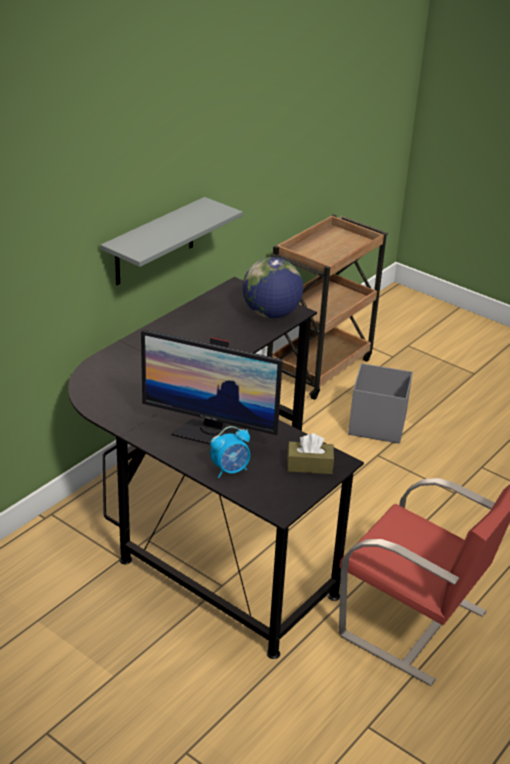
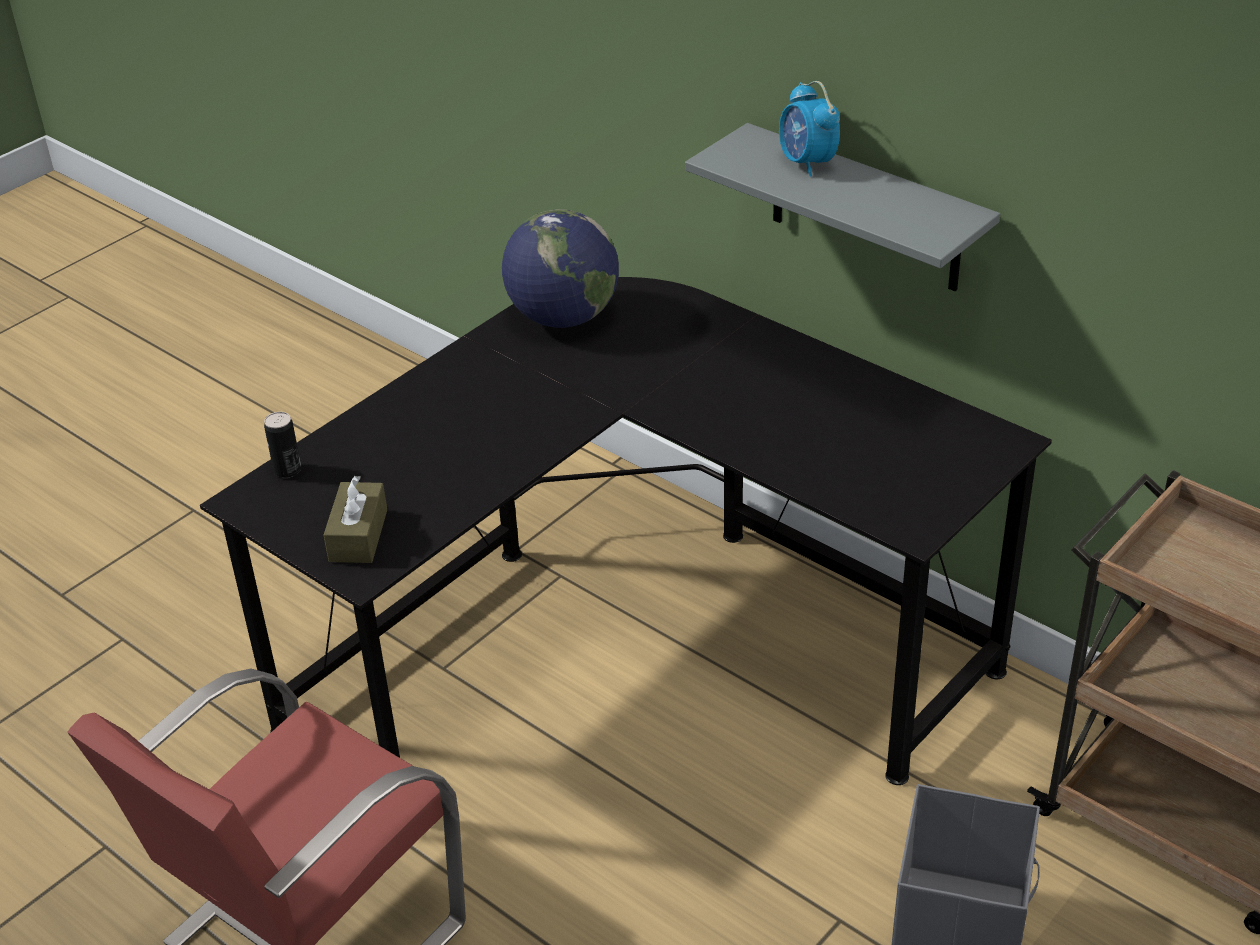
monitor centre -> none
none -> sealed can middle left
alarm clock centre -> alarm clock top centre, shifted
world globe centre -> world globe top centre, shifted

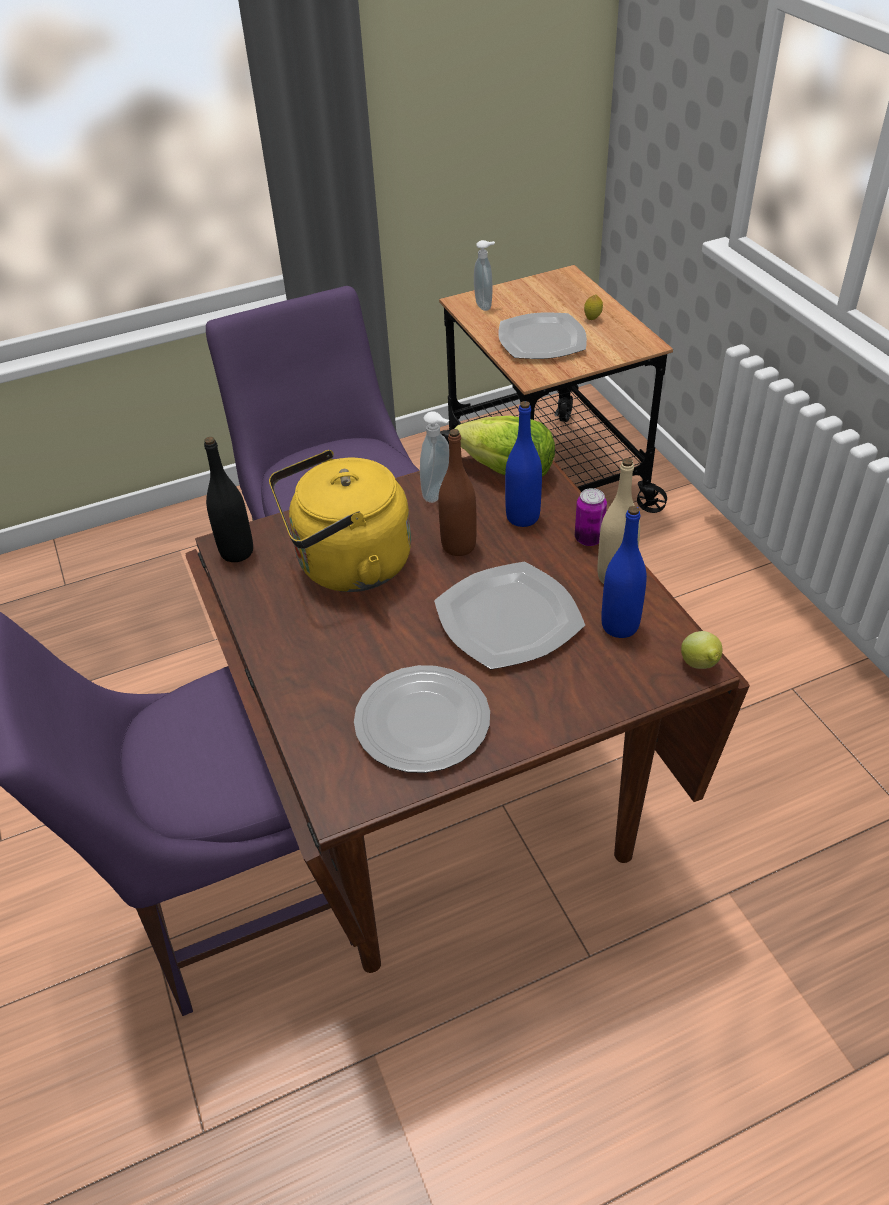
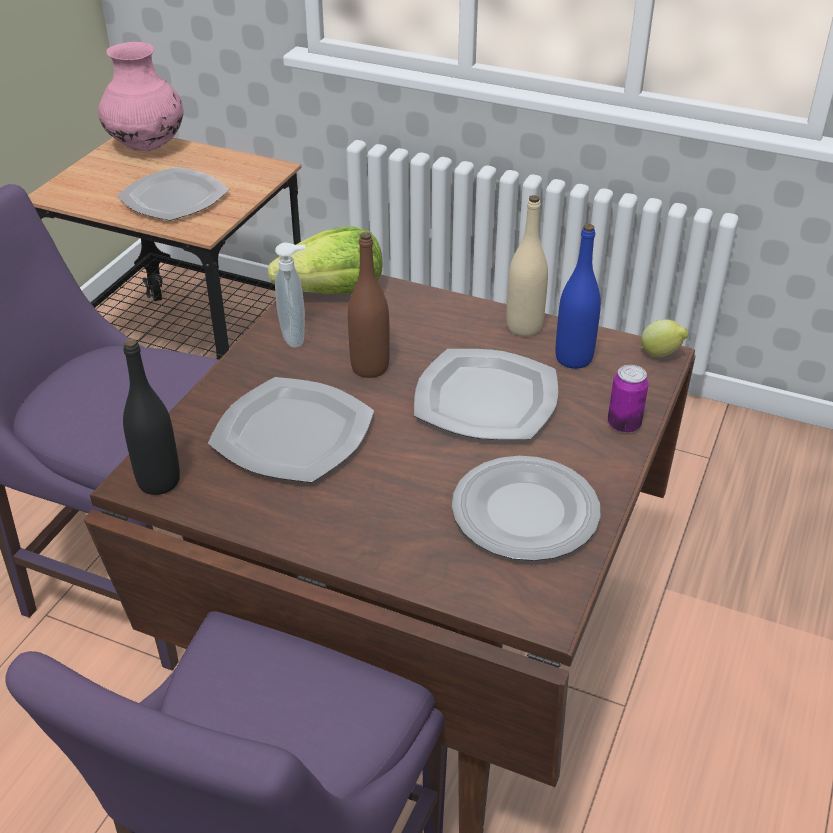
liquid soap bottle (no. 2 from left) top centre -> none
bluish drink bottle (no. 1 from left) centre -> none
lemon (no. 1 from left) top right -> none
none -> pinkish flower vase top left
sealed can centre -> sealed can middle right, shifted
yellow water kettle centre -> plate (no. 2 from left) centre

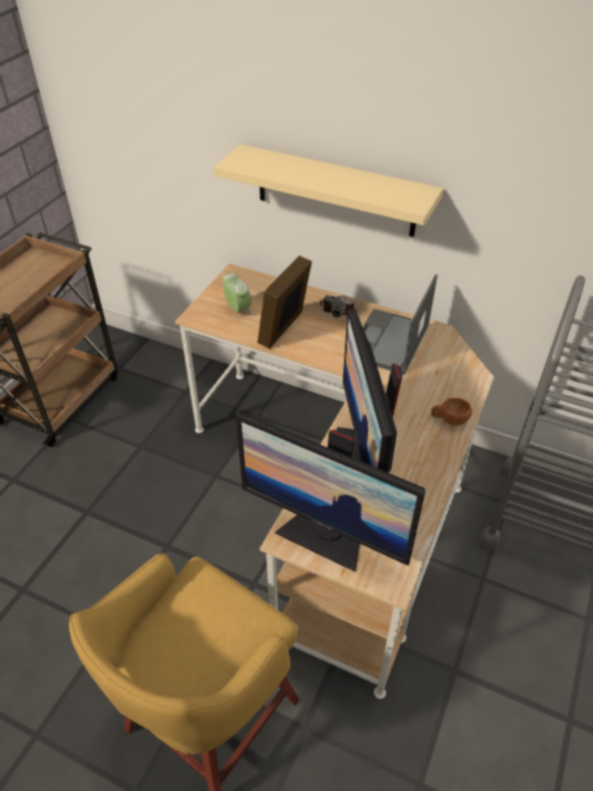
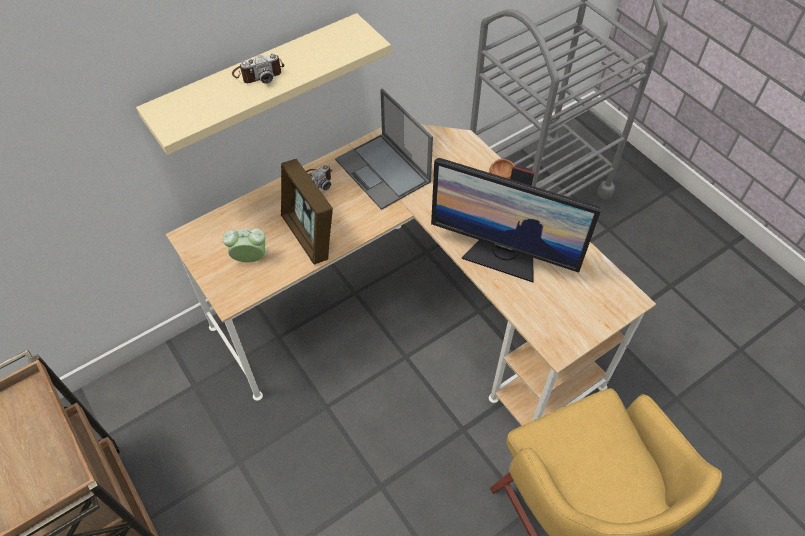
monitor (no. 1 from left) centre -> none
none -> photo camera (no. 1 from left) top left

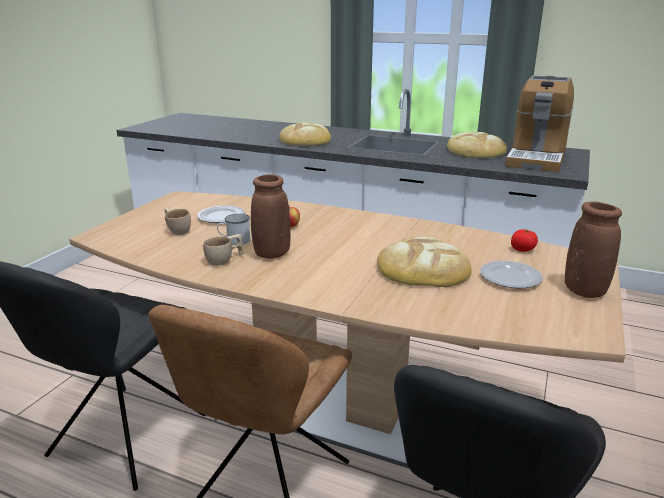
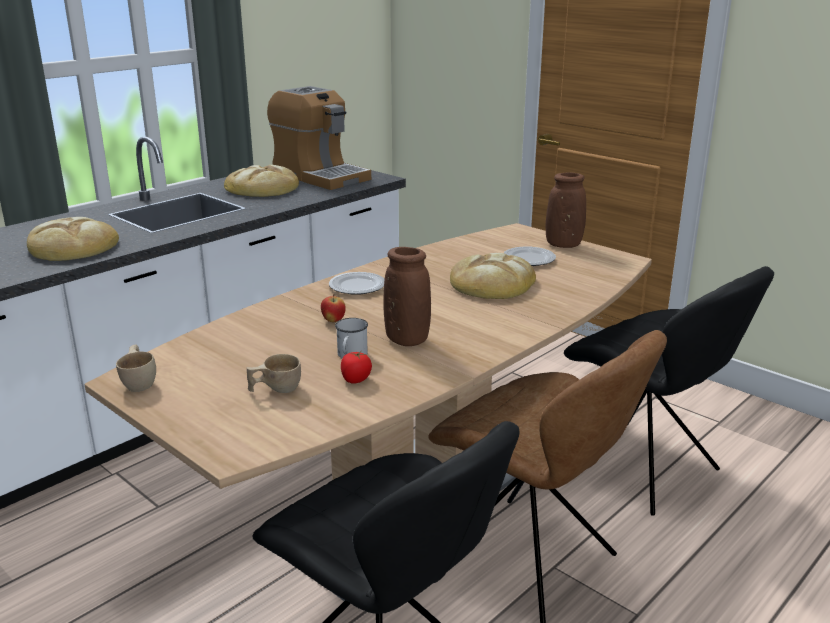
plate (no. 1 from left) middle left -> plate (no. 1 from left) centre, shifted
beige small cup (no. 2 from left in the first image) centre -> beige small cup (no. 1 from left) middle left, shifted
fresh tomato middle right -> fresh tomato centre, shifted

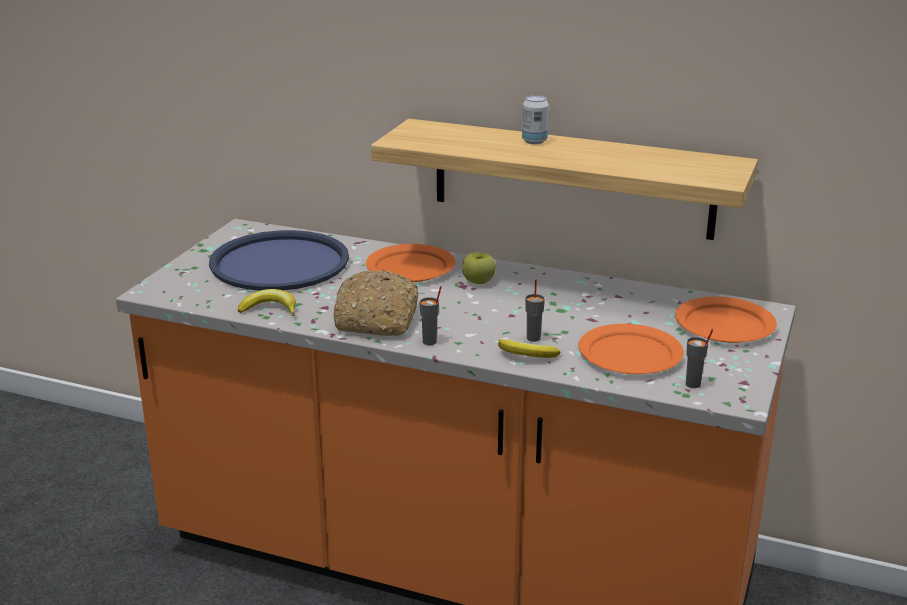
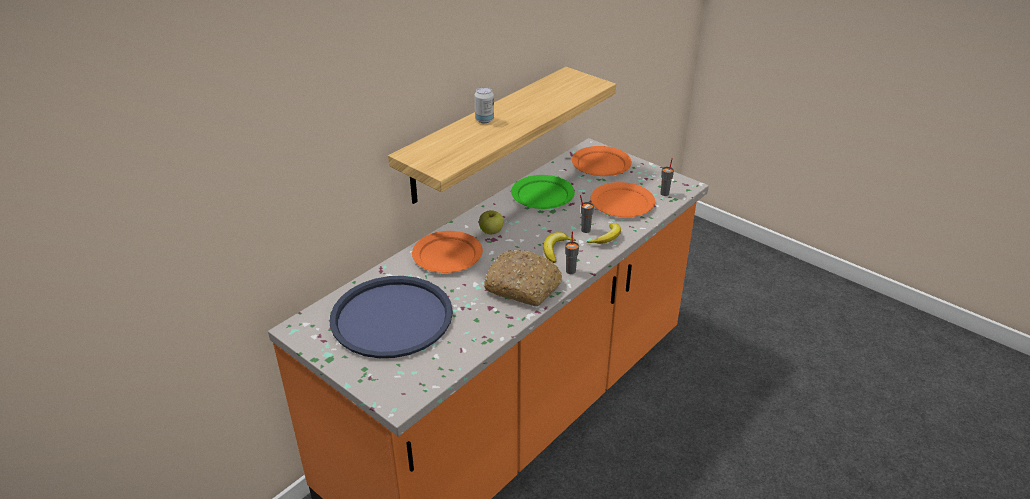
none -> green plate centre
banana fruit (no. 1 from left) middle left -> banana fruit (no. 1 from left) centre, shifted

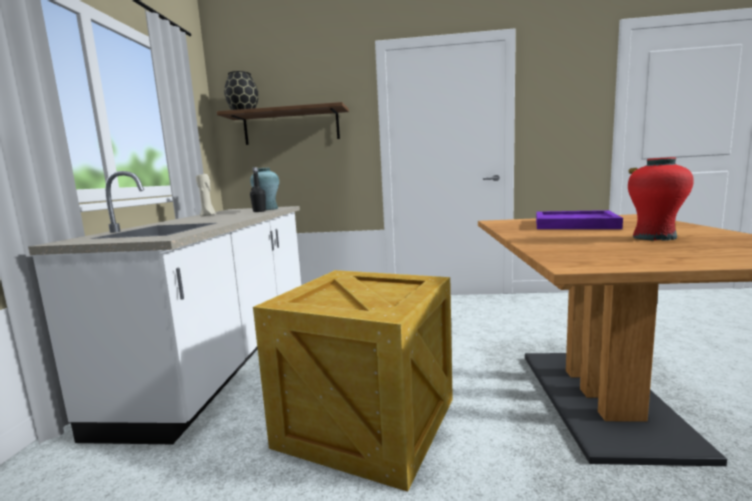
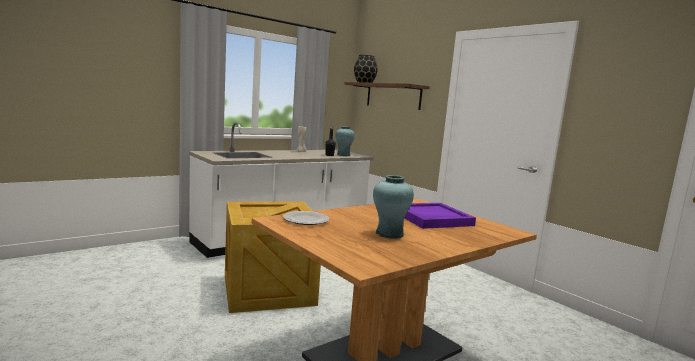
none -> plate centre
red flower vase middle right -> turquoise flower vase (no. 2 from left) centre

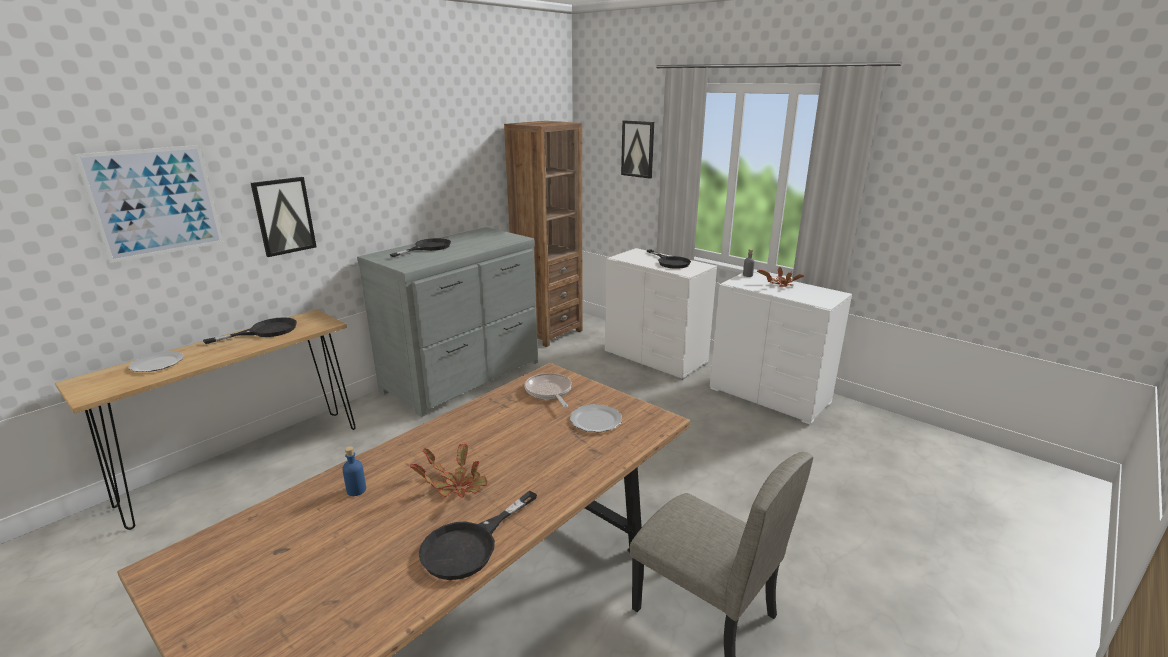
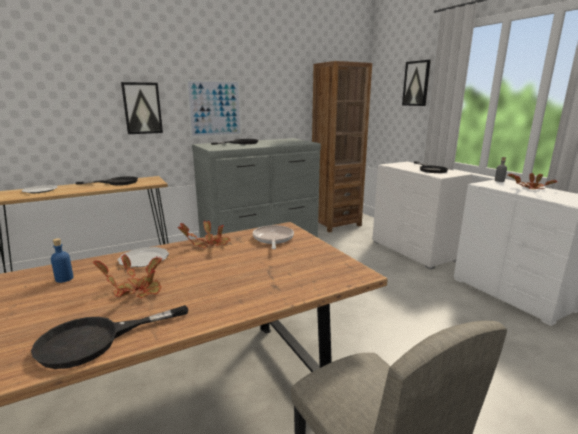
none -> plant in a pot (no. 2 from left) centre
wall picture (no. 1 from left in the first image) top left -> wall picture (no. 2 from left) top centre, shifted
plate (no. 2 from left) centre -> plate (no. 2 from left) middle left, shifted

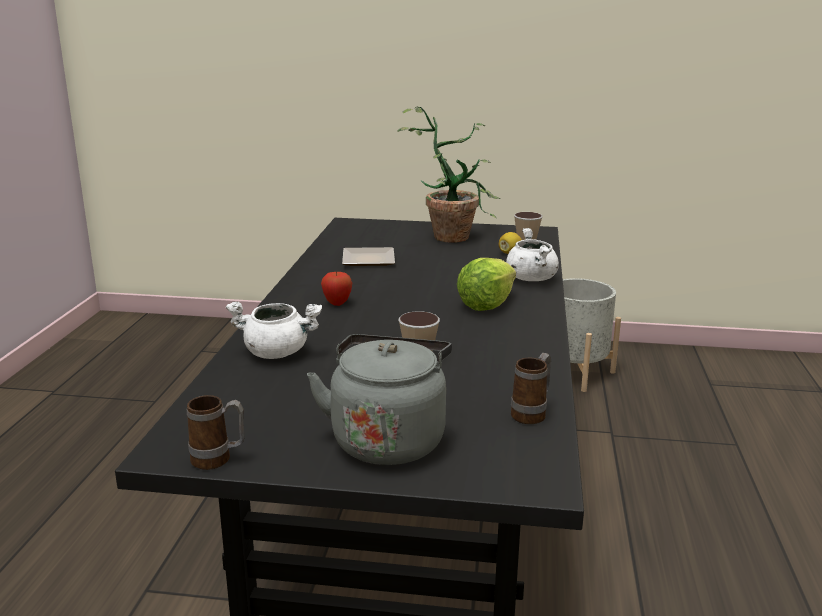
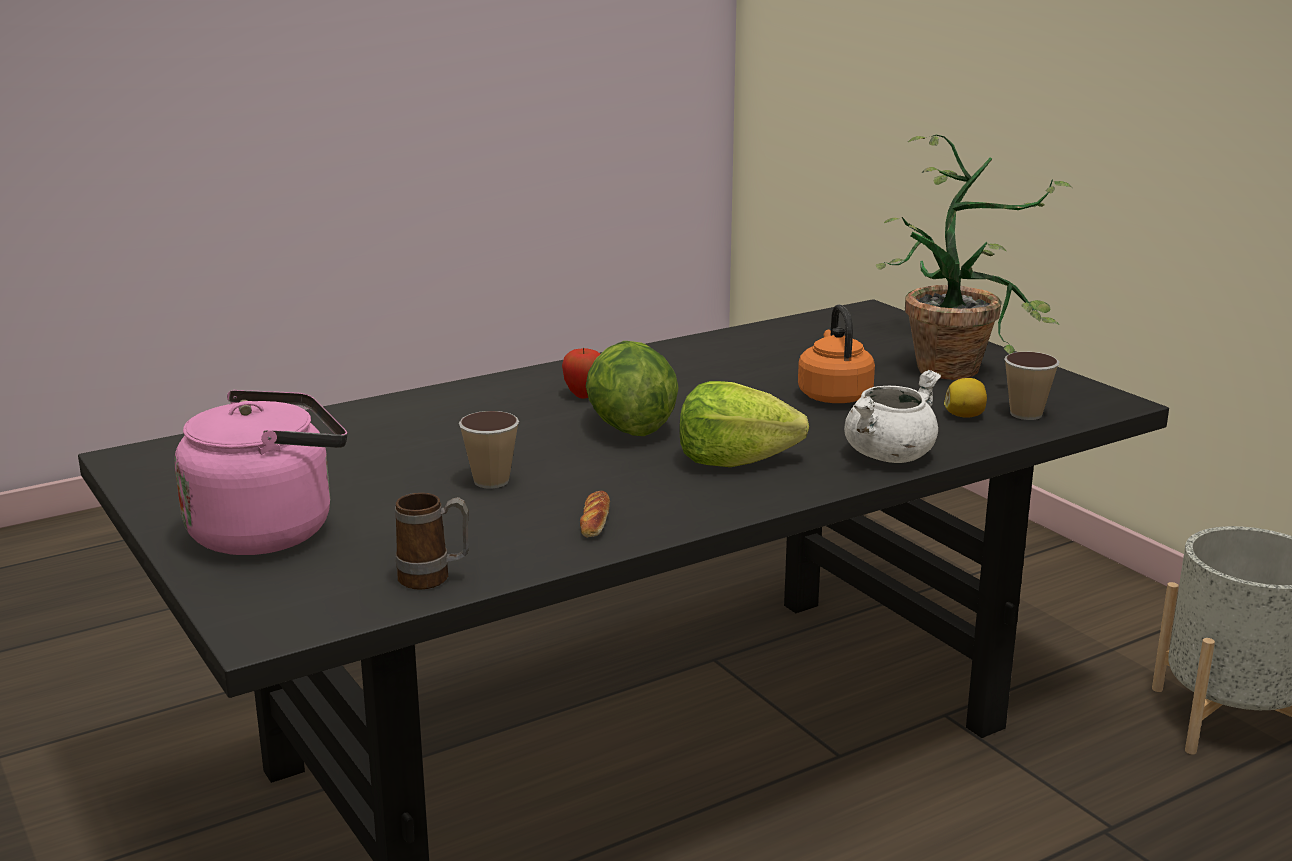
coffee mug (no. 1 from left) bottom left -> none
white stockpot (no. 1 from left) centre -> none
plate centre -> none
none -> bread centre
none -> lettuce (no. 1 from left) centre
none -> orangey water kettle centre
grey water kettle centre -> pinkish water kettle middle left

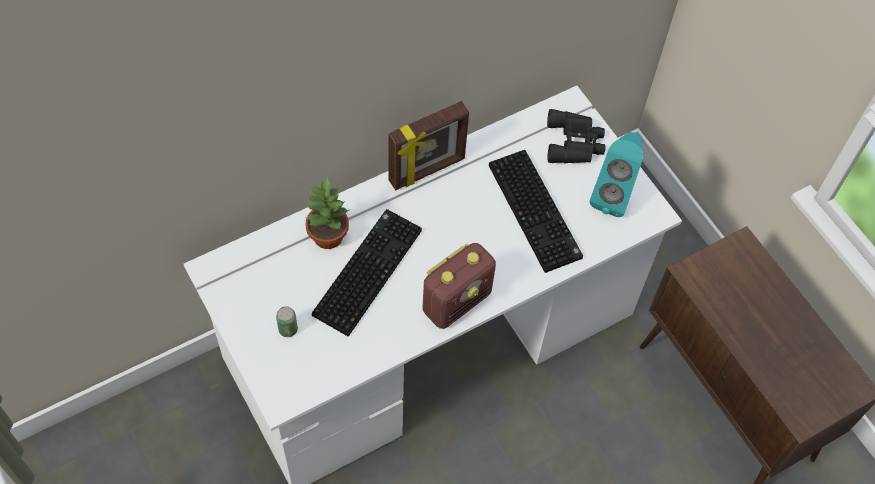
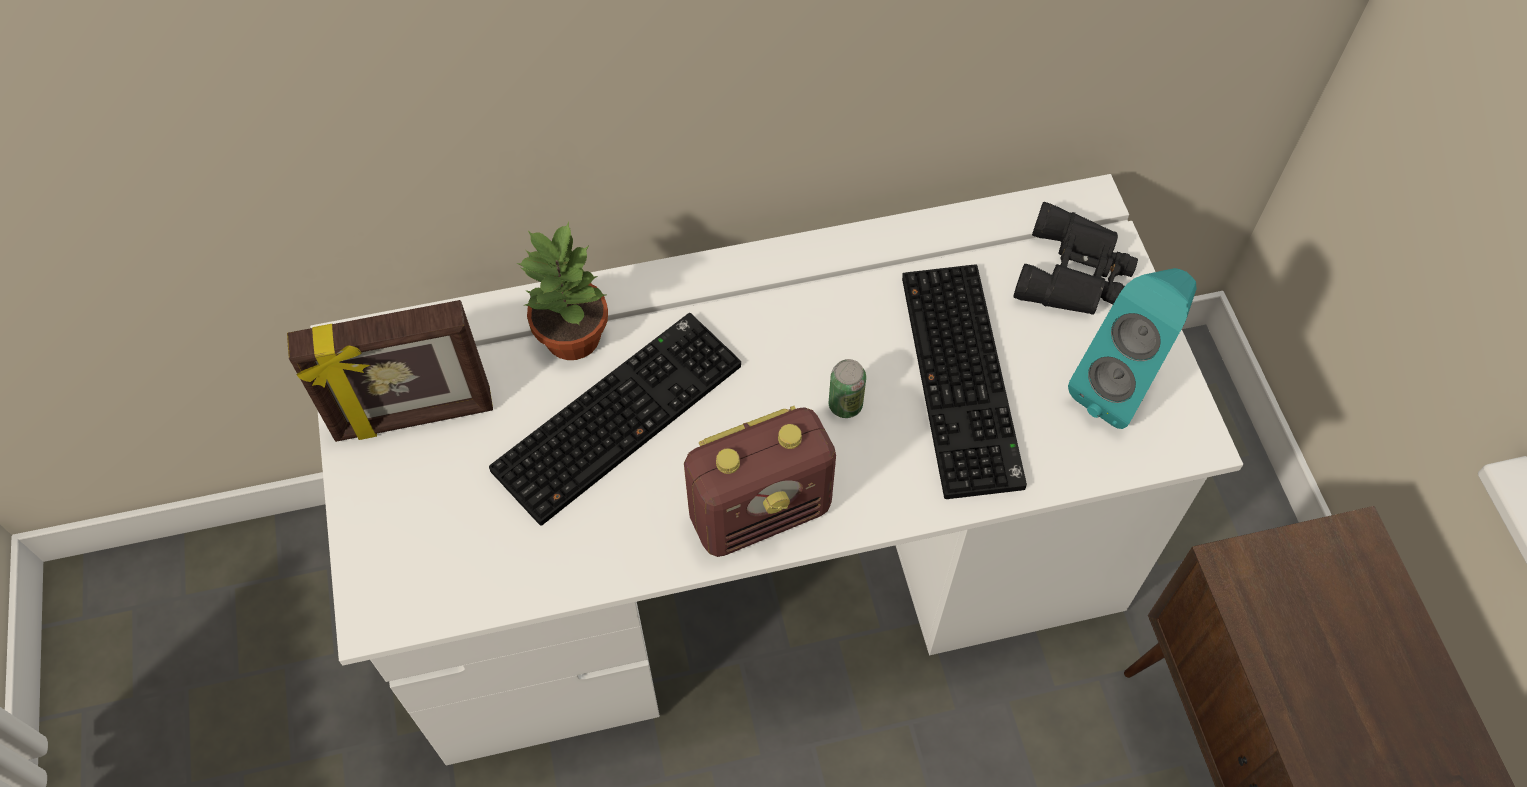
sealed can middle left -> sealed can centre, shifted
picture frame top centre -> picture frame middle left, shifted

